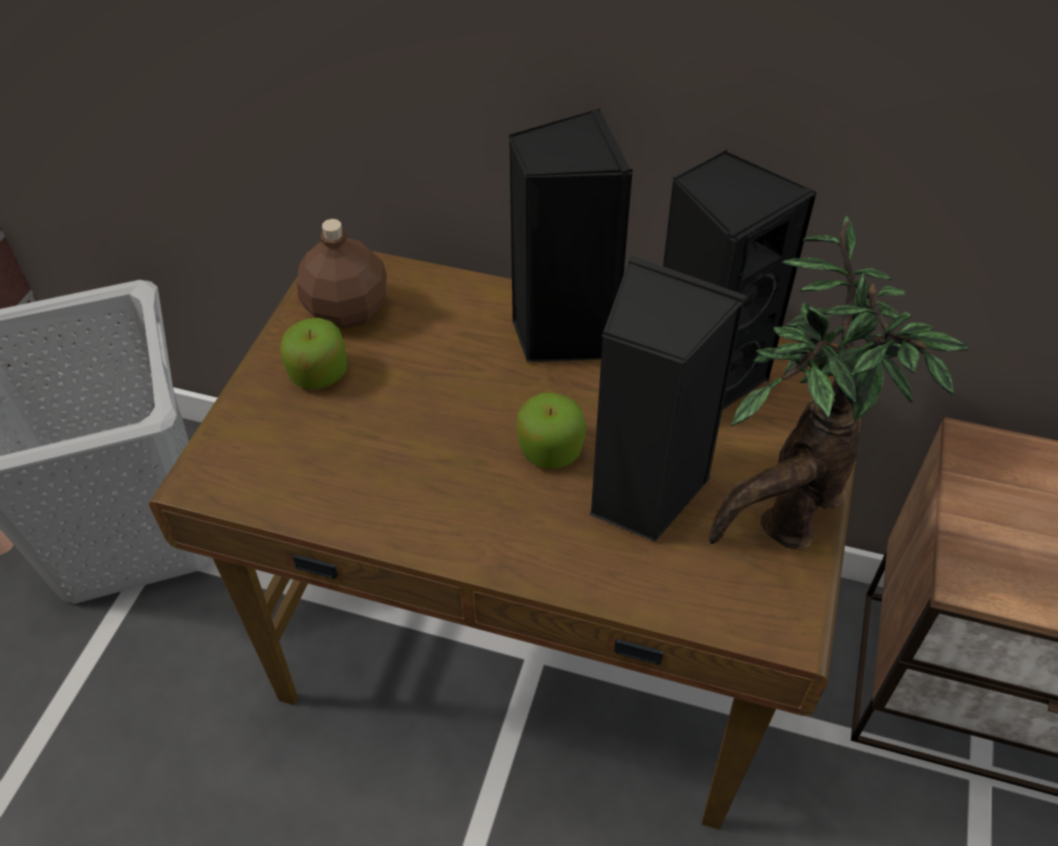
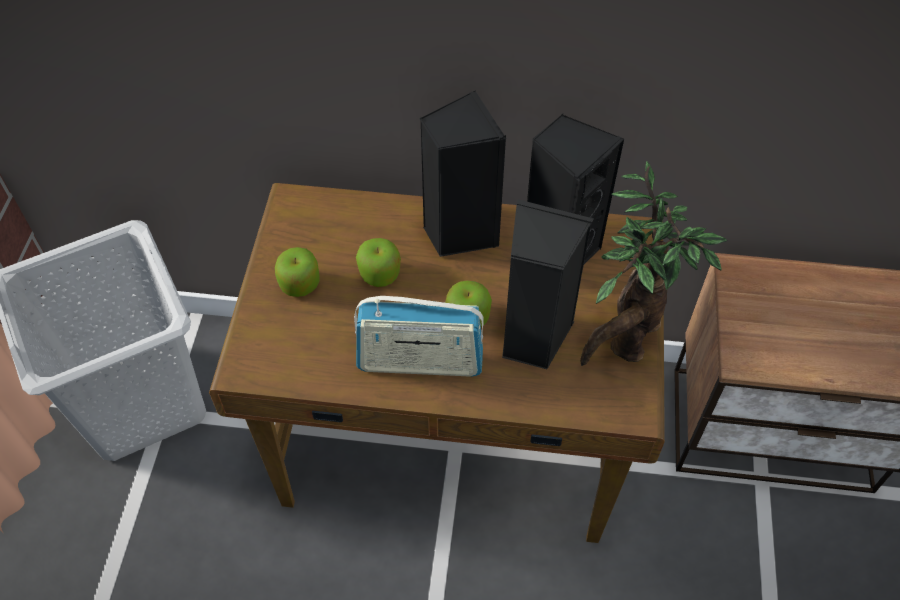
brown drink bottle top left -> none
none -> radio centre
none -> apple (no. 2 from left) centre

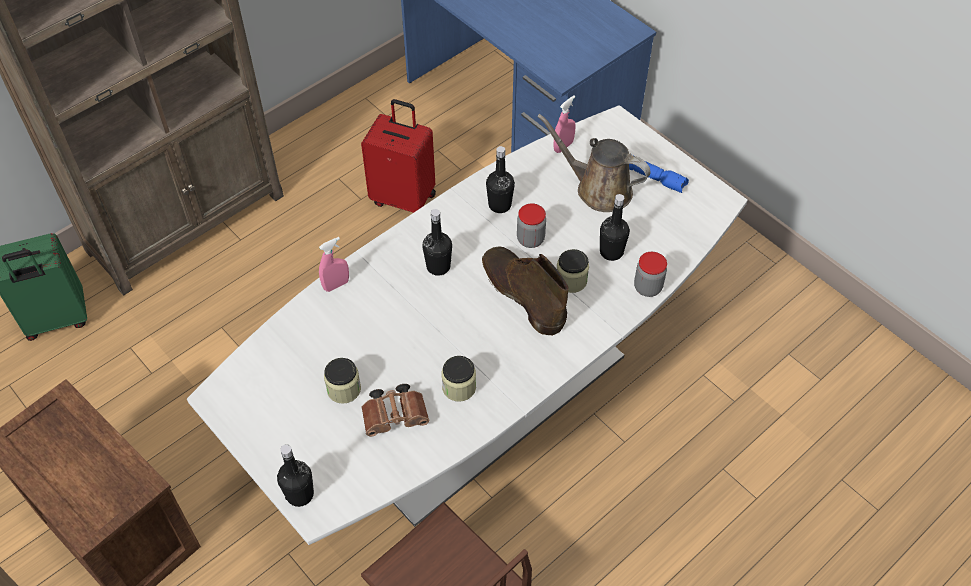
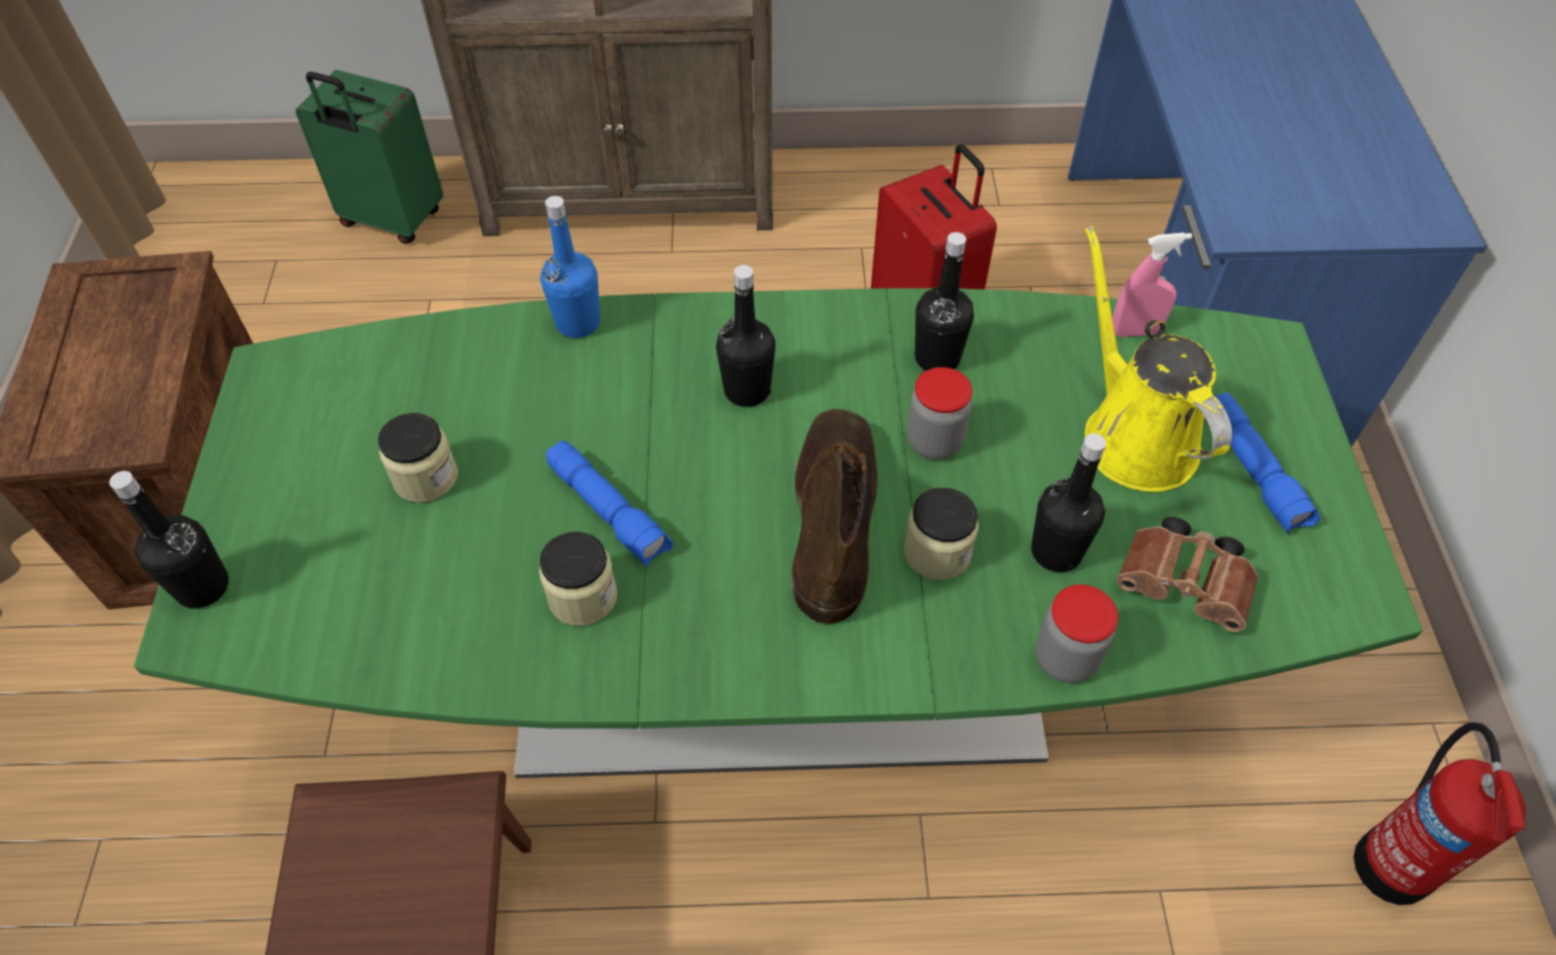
none -> bluish torch (no. 1 from left) centre
none -> fire-fighting cylinder bottom right
brown binoculars bottom centre -> brown binoculars middle right, shifted
pinkish hand sprayer (no. 1 from left) centre -> bluish drink bottle top centre
white kitchen table centre -> green kitchen table centre
brown watering can top centre -> yellow watering can middle right

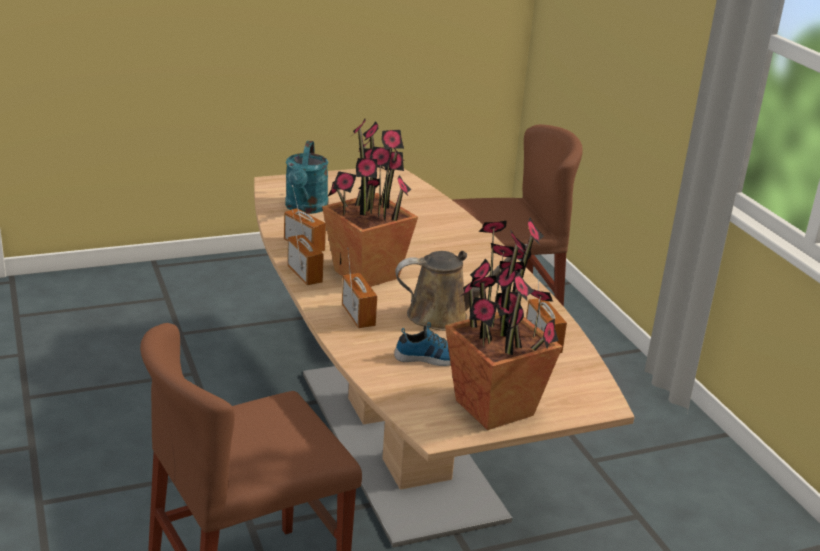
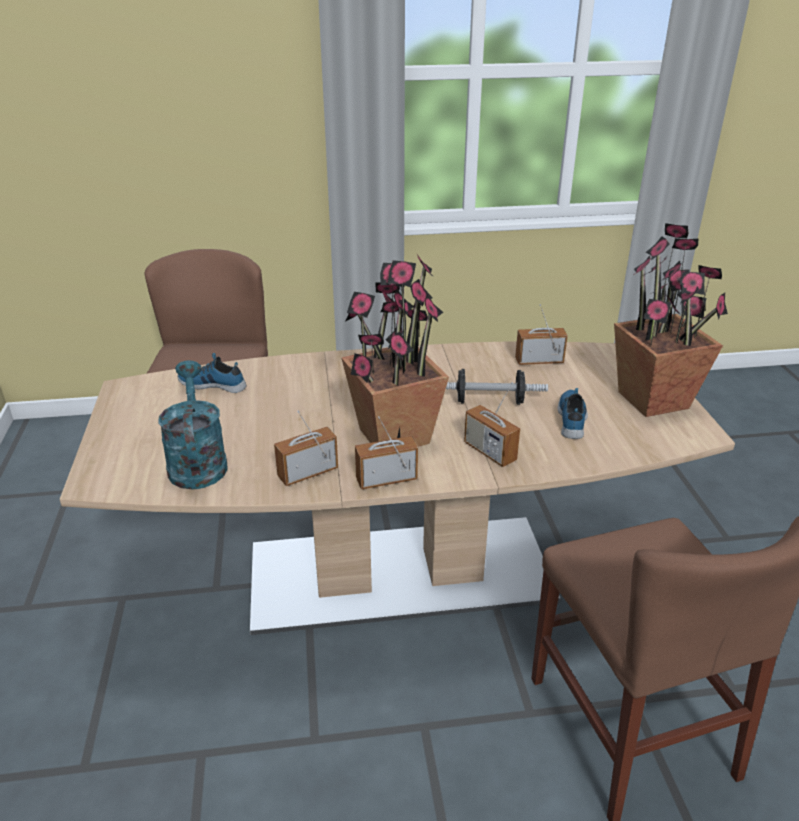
none -> shoe (no. 1 from left) middle left
brown watering can centre -> hand weight centre
turquoise watering can top centre -> turquoise watering can middle left, 120 degrees counterclockwise
radio (no. 3 from left) centre, 120 degrees counterclockwise

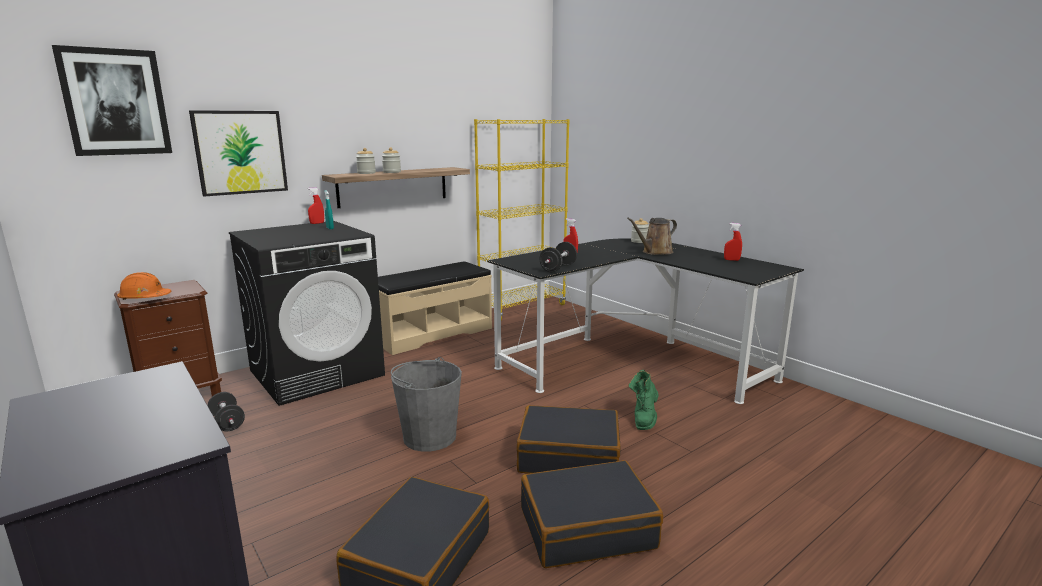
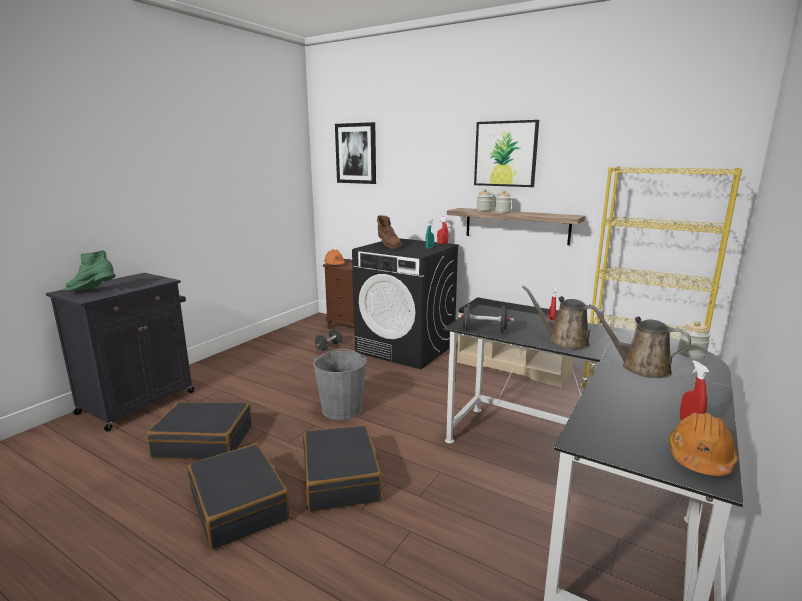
none -> brown high-top boot centre
none -> brown watering can (no. 1 from left) middle right
none -> orangey work helmet (no. 2 from left) bottom right
wall picture (no. 2 from left) top left -> wall picture (no. 2 from left) top centre, shifted
green high-top boot bottom centre -> green high-top boot middle left, shifted

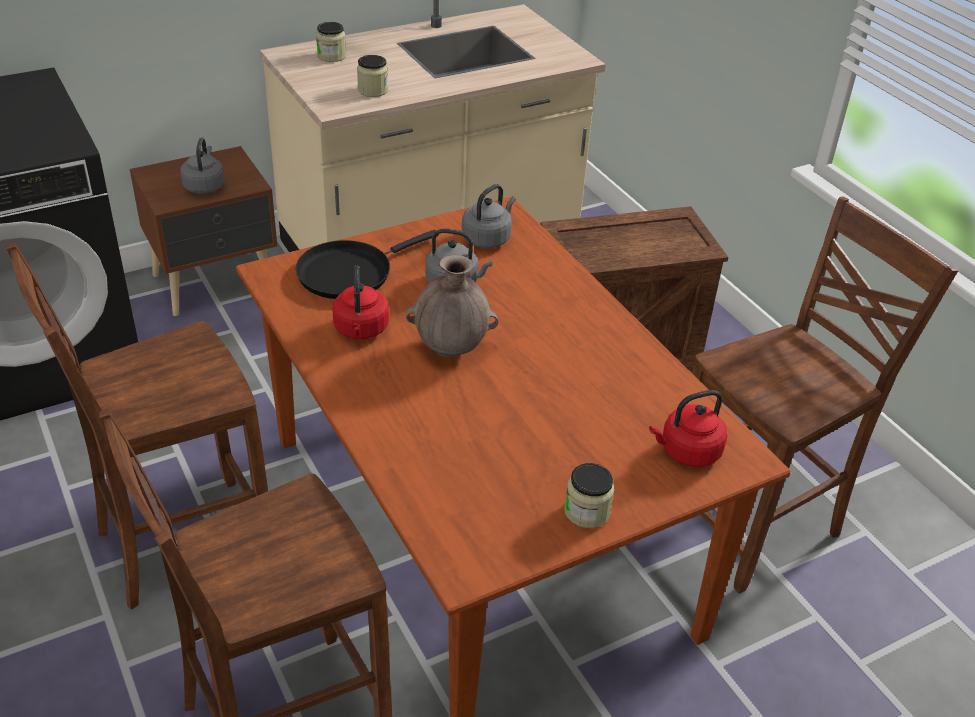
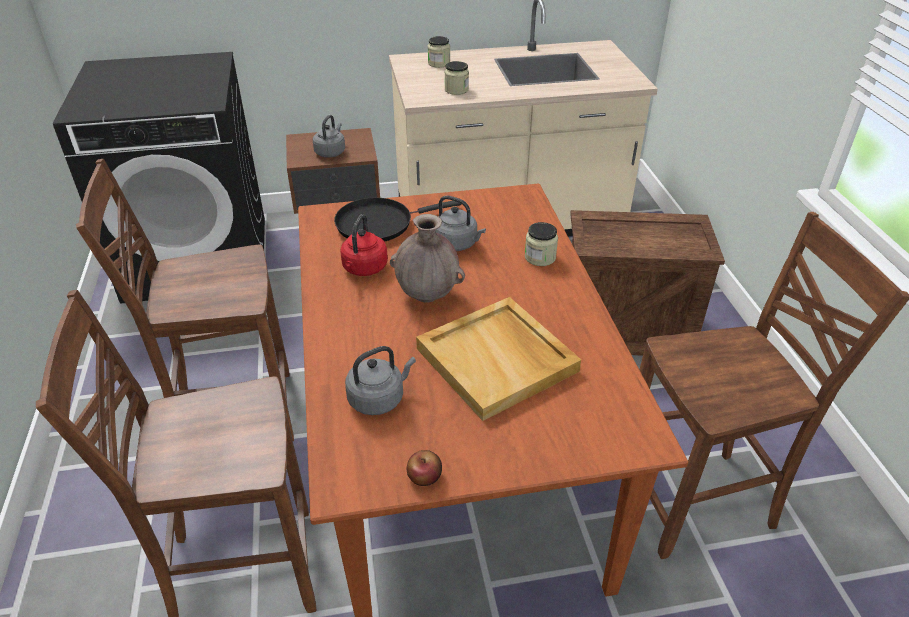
red water kettle (no. 2 from left) middle right -> none
none -> apple bottom centre
none -> beige tray centre
grey water kettle (no. 3 from left in the first image) top centre -> grey water kettle (no. 2 from left) centre, shifted
preserve jar (no. 3 from left) bottom centre -> preserve jar (no. 3 from left) centre, shifted

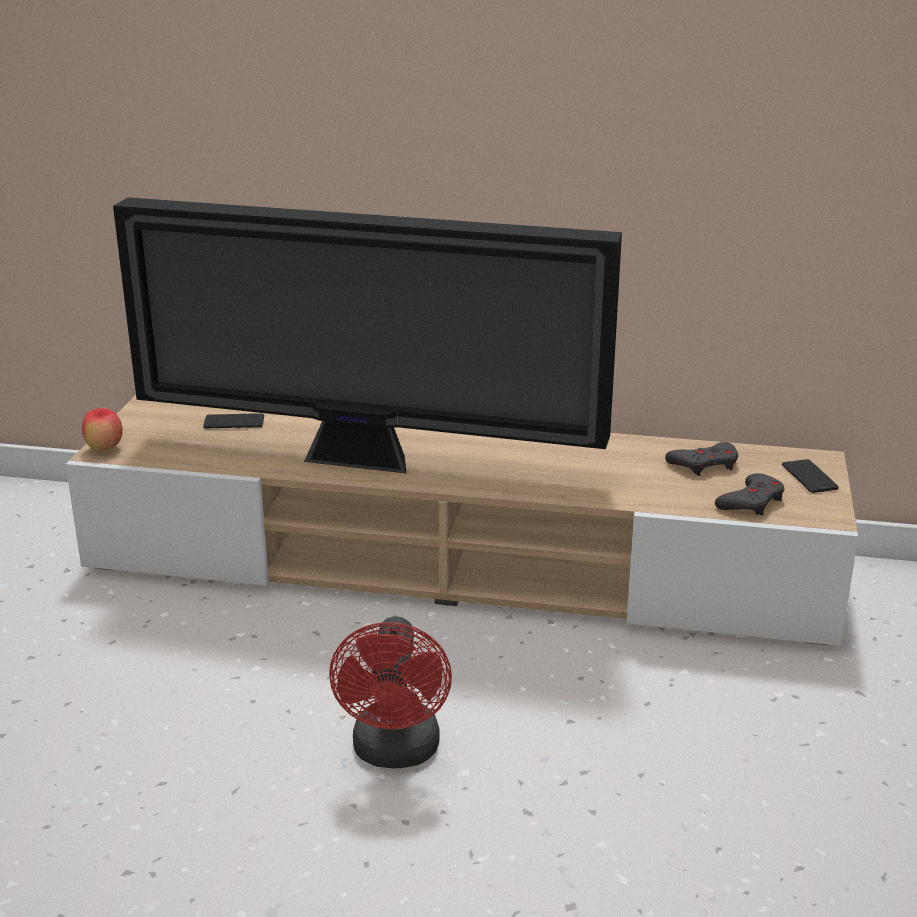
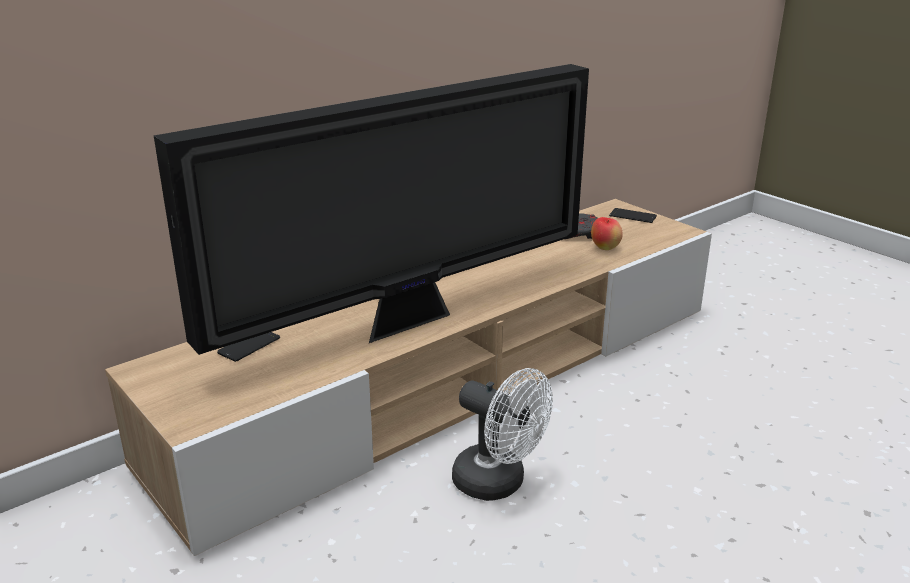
red electric fan bottom centre -> none
grey gamepad (no. 2 from left) middle right -> none
none -> white electric fan bottom centre
apple middle left -> apple middle right, shifted

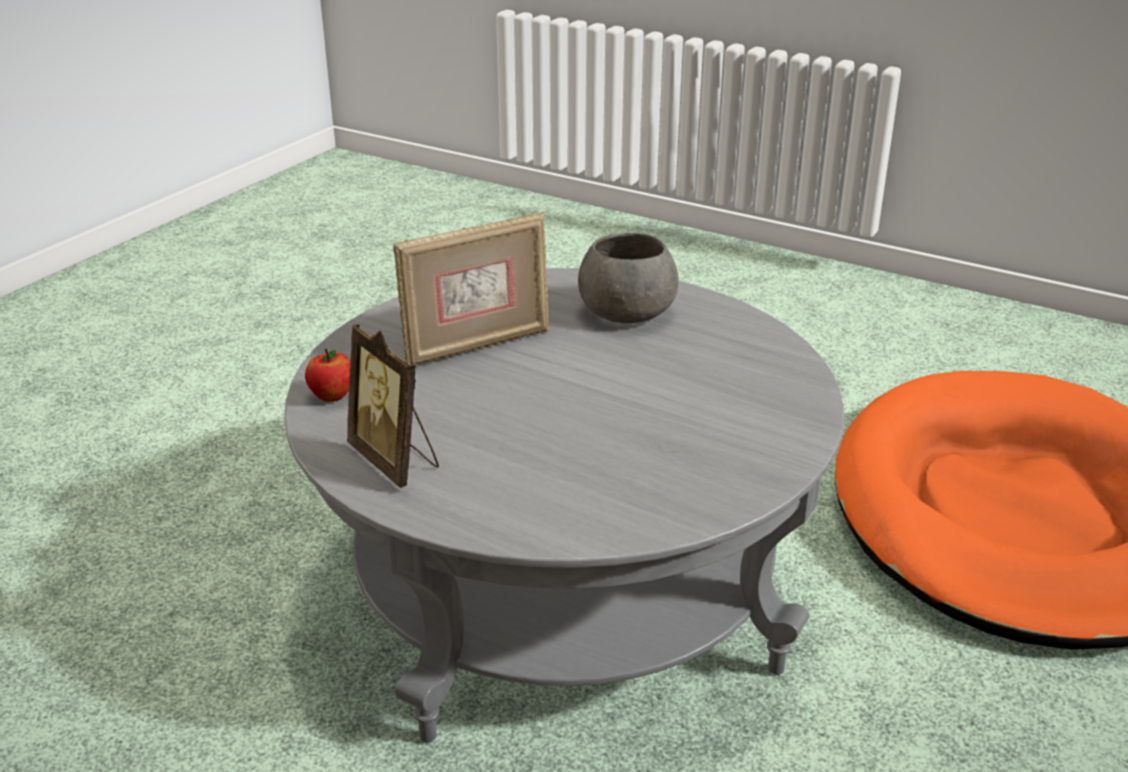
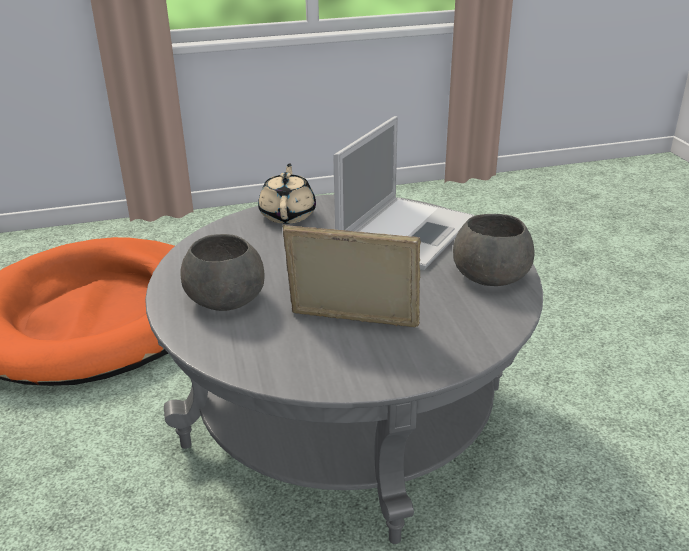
apple middle left -> none
none -> beige tea pot centre
none -> laptop centre
picture frame (no. 1 from left) centre -> grey deep dish (no. 2 from left) middle right

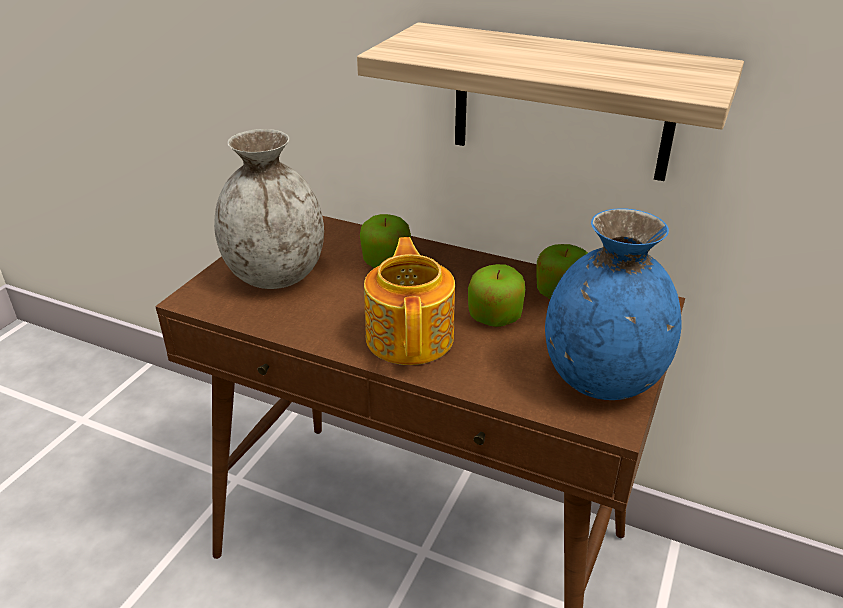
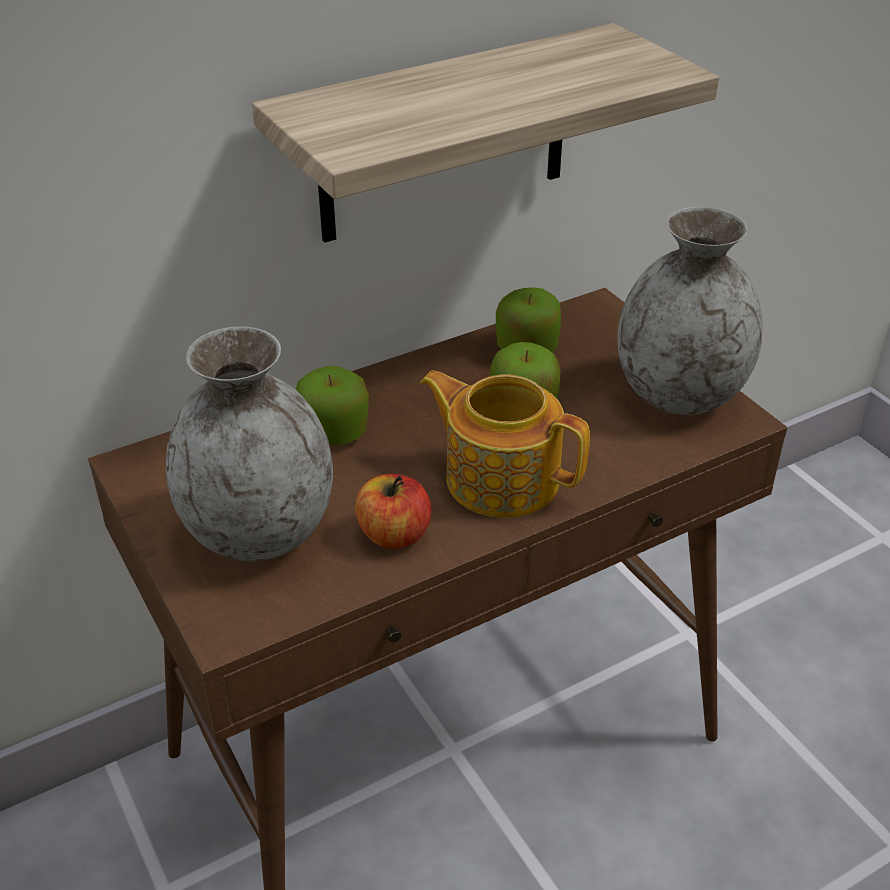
none -> apple (no. 2 from left) centre
bluish flower vase middle right -> grey flower vase (no. 2 from left) middle right

